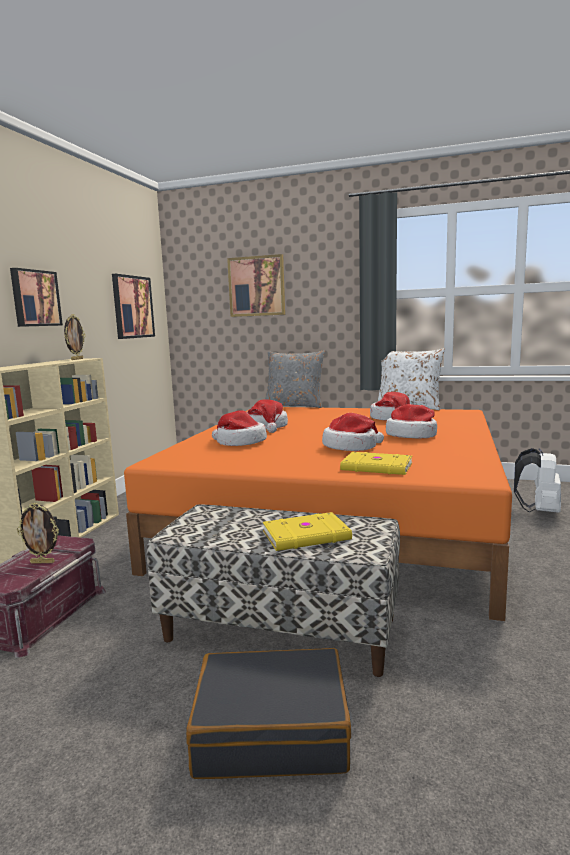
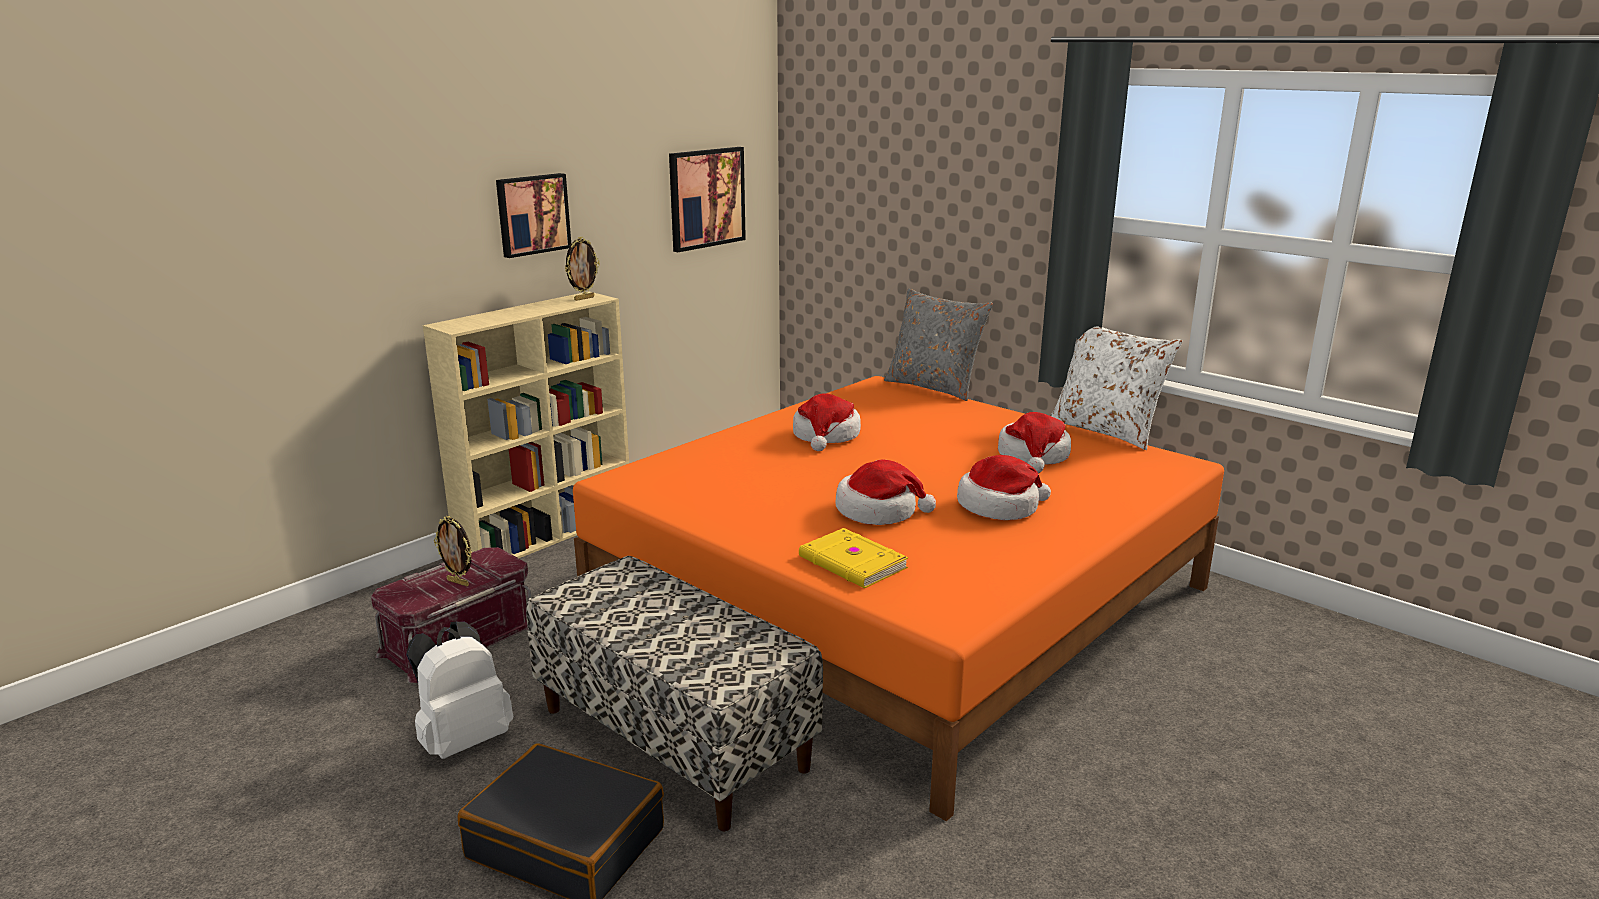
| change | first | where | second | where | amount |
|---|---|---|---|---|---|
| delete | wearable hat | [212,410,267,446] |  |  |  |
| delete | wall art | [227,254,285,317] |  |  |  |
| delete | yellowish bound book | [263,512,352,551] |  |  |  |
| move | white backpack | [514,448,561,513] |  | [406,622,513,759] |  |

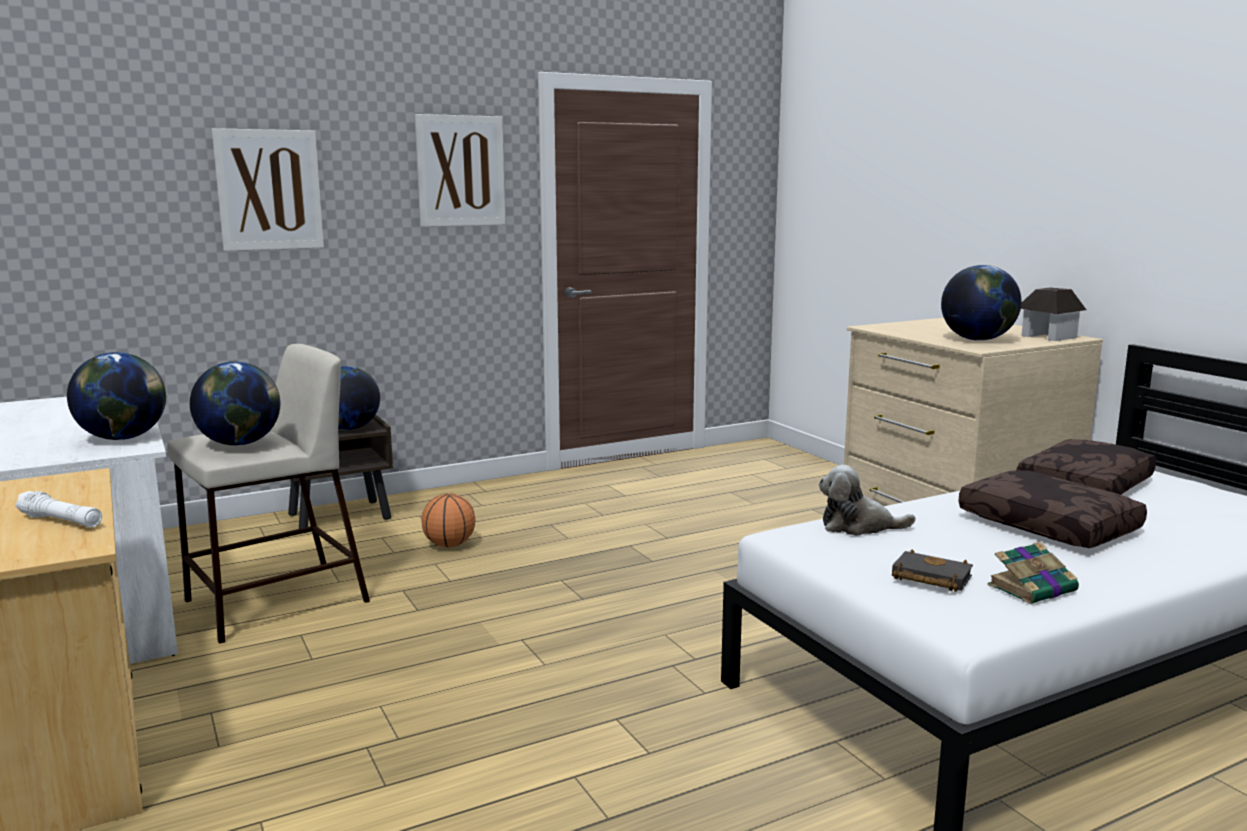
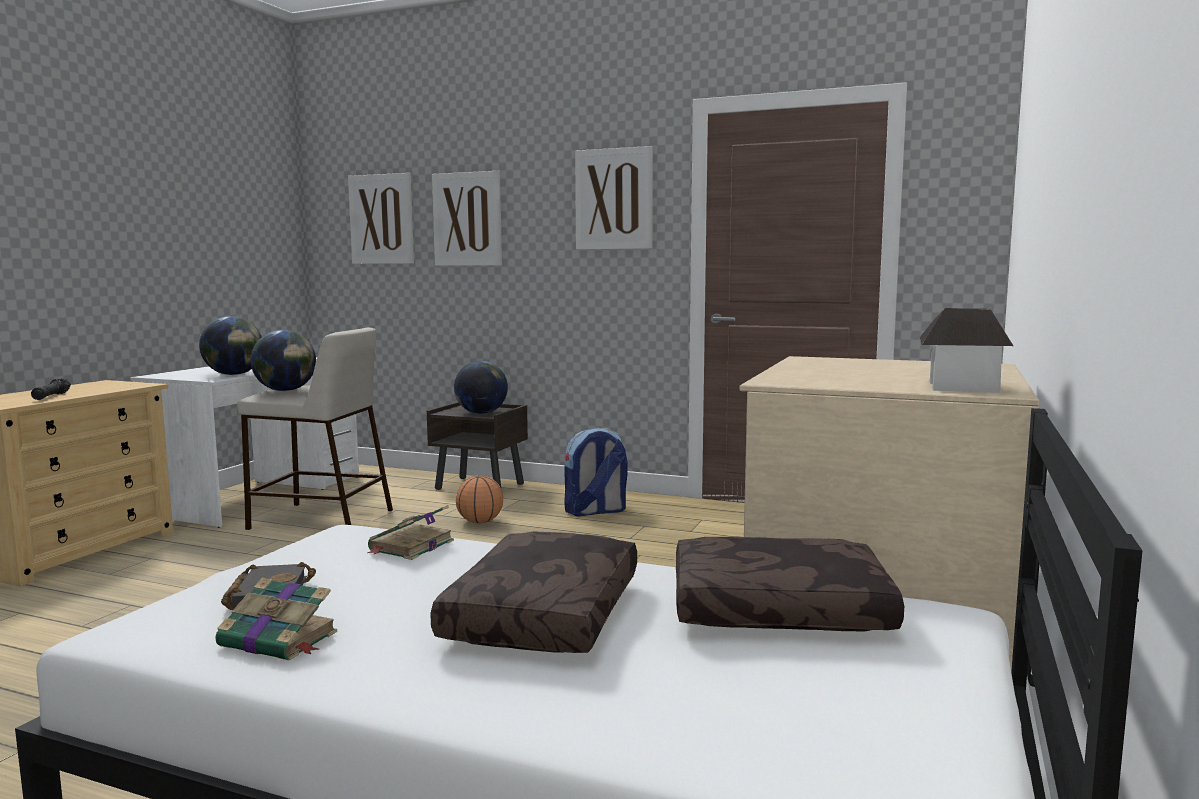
| change | first | where | second | where | amount |
|---|---|---|---|---|---|
| recolor | white hand torch | [15,491,102,528] | black-coloured hand torch | [31,379,71,400] |  |
| replace | cuddly toy | [819,465,915,536] | bound book | [367,505,454,560] |  |
| delete | globe | [941,265,1022,341] |  |  |  |
| insert |  |  | wall art | [348,173,414,264] |  |
| insert |  |  | backpack | [564,428,628,516] |  |

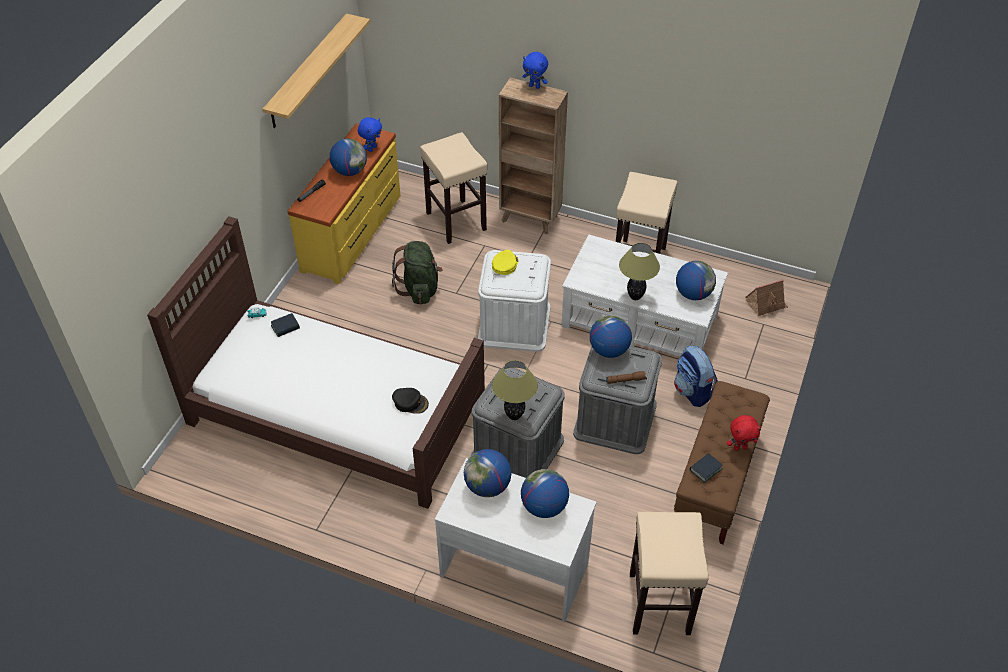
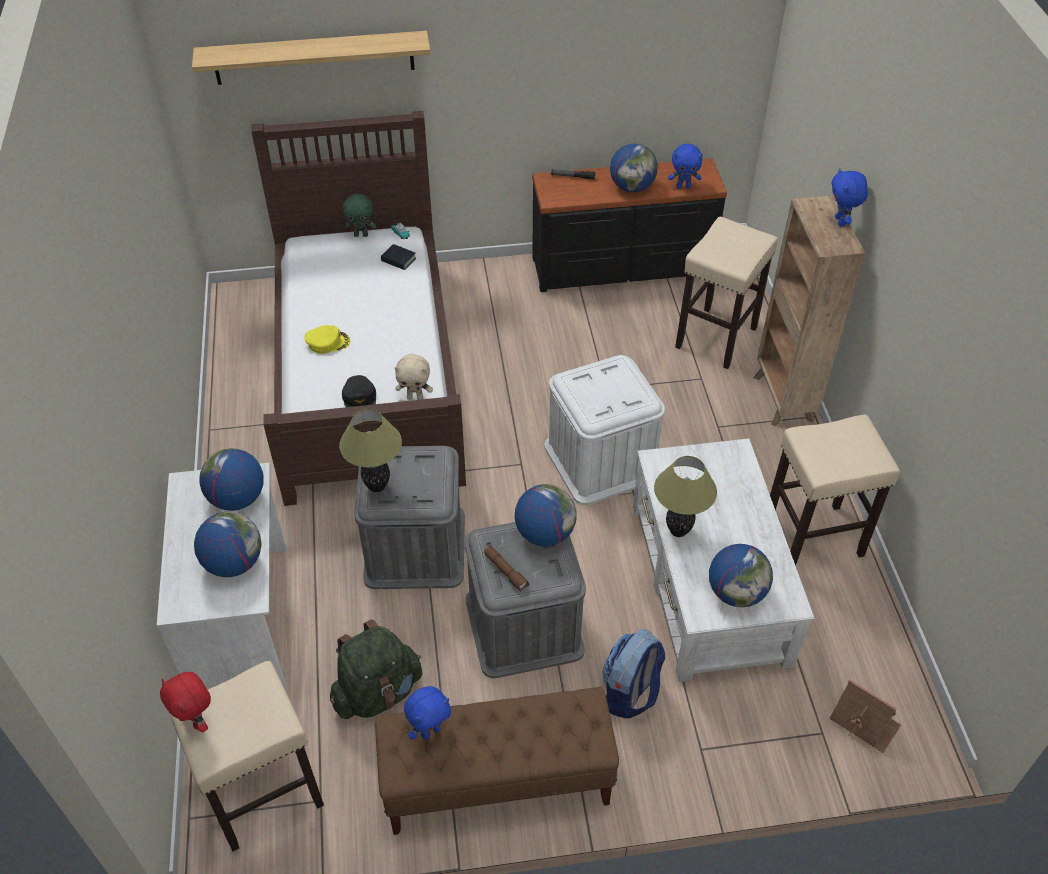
| change | first | where | second | where | amount |
|---|---|---|---|---|---|
| move | wall shelf | [263,13,370,128] |  | [192,31,430,85] |  |
| recolor | yellowish chest of drawers | [287,123,401,284] | black-coloured chest of drawers | [532,158,727,292] |  |
| move | greenish backpack | [392,241,443,304] |  | [330,619,423,719] |  |
| move | yellowish peaked cap | [492,250,519,275] |  | [304,325,350,354] |  |
| replace | bound book | [690,453,723,483] | bluish cuddly toy | [404,686,451,740] |  |
| move | red cuddly toy | [727,415,761,451] |  | [160,672,211,732] |  |
| insert |  |  | greenish cuddly toy | [342,193,376,237] |  |
| insert |  |  | beige-coloured cuddly toy | [395,354,433,400] |  |

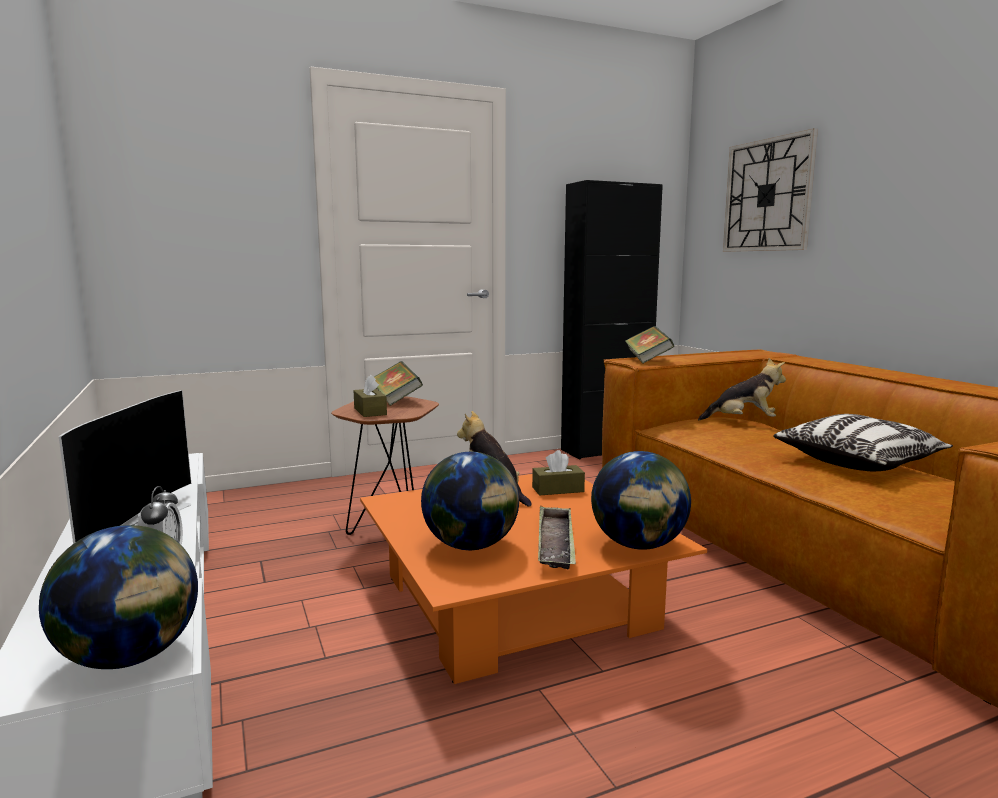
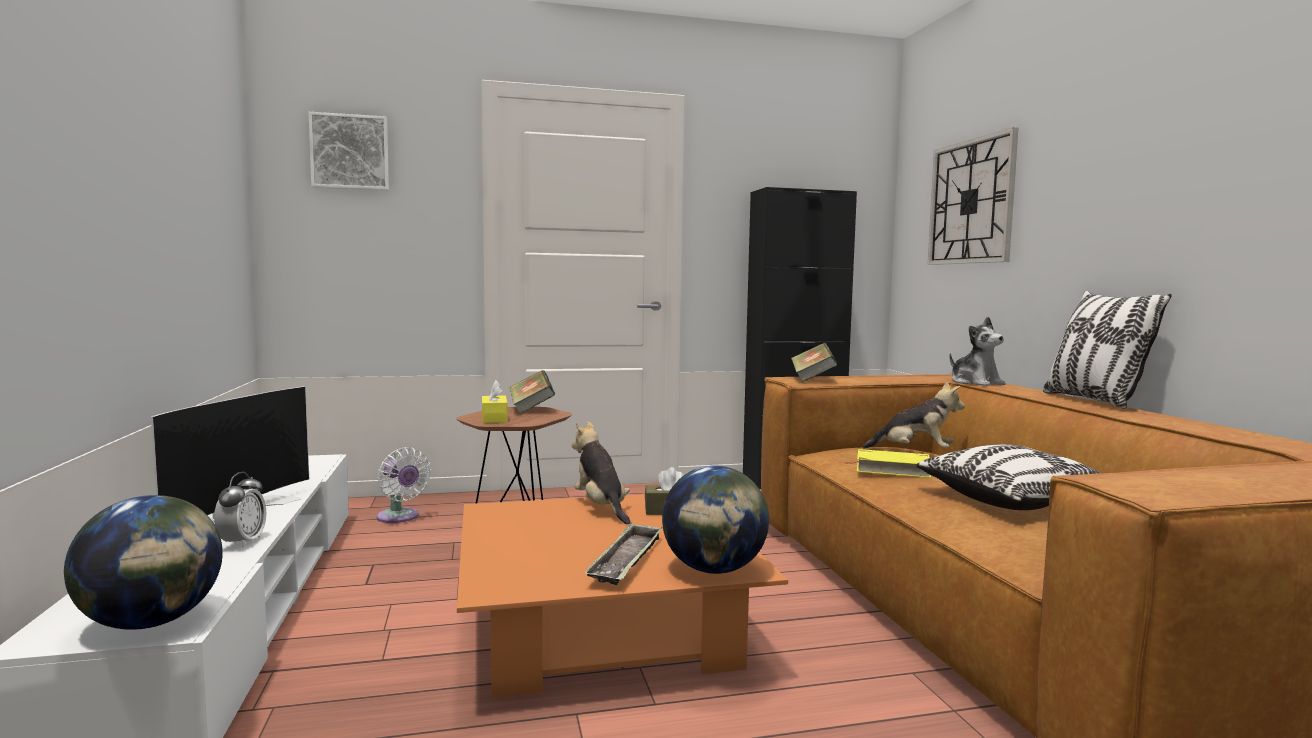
| change | first | where | second | where | amount |
|---|---|---|---|---|---|
| recolor | brownish box of tissues | [353,374,387,417] | yellowish box of tissues | [482,381,508,423] |  |
| delete | globe | [421,452,519,550] |  |  |  |
| insert |  |  | wall art | [309,112,389,191] |  |
| insert |  |  | white electric fan | [377,447,431,523] |  |
| insert |  |  | yellowish bound book | [845,449,931,478] |  |
| insert |  |  | cuddly toy | [949,317,1006,386] |  |
| insert |  |  | throw pillow | [1043,291,1172,409] |  |

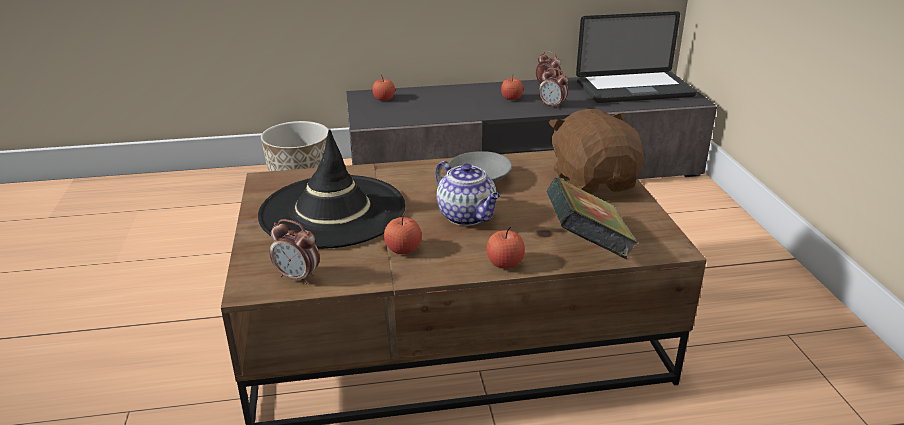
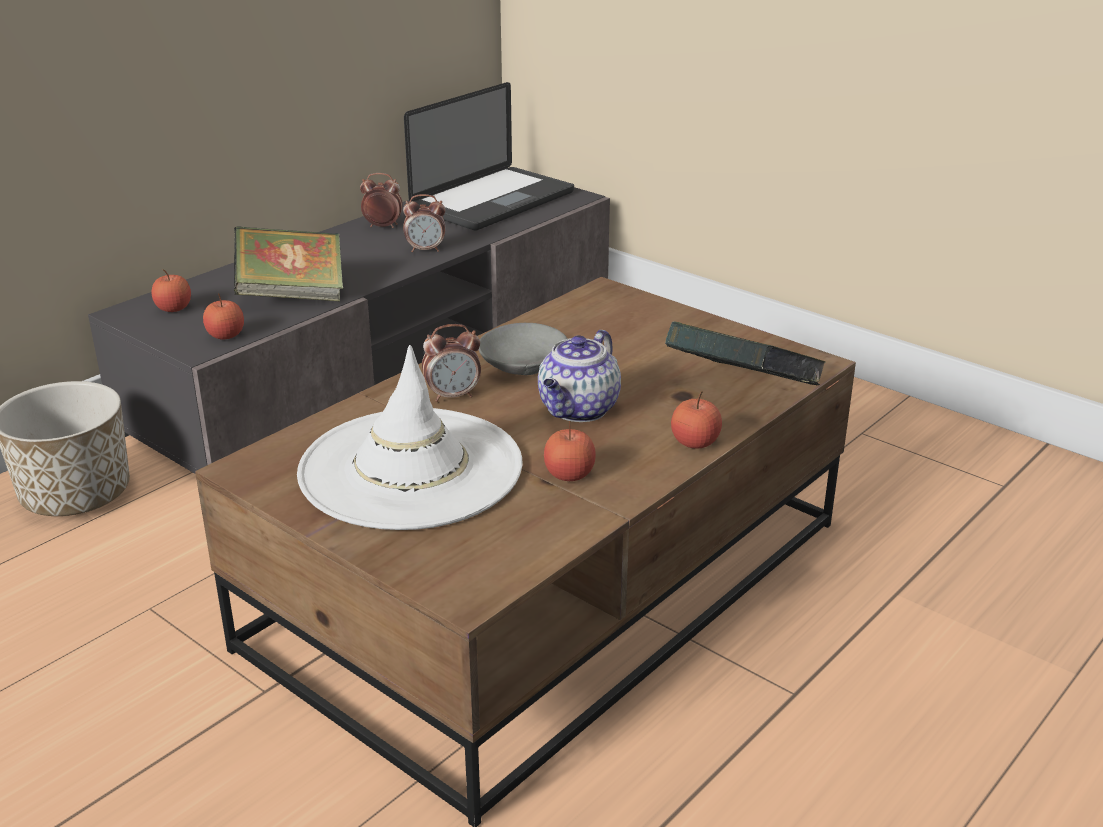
| change | first | where | second | where | amount |
|---|---|---|---|---|---|
| recolor | black-coloured wearable hat | [258,129,405,249] | white wearable hat | [297,345,523,530] |  |
| move | alarm clock | [270,219,320,284] |  | [422,324,481,402] |  |
| rotate | tea pot | [435,161,501,226] |  | [538,330,621,422] | 105 degrees clockwise |
| move | apple fruit | [501,77,523,100] |  | [203,293,244,339] |  |
| delete | brownish cuddly toy | [549,109,643,194] |  |  |  |
| insert |  |  | bound book | [234,226,343,301] |  |

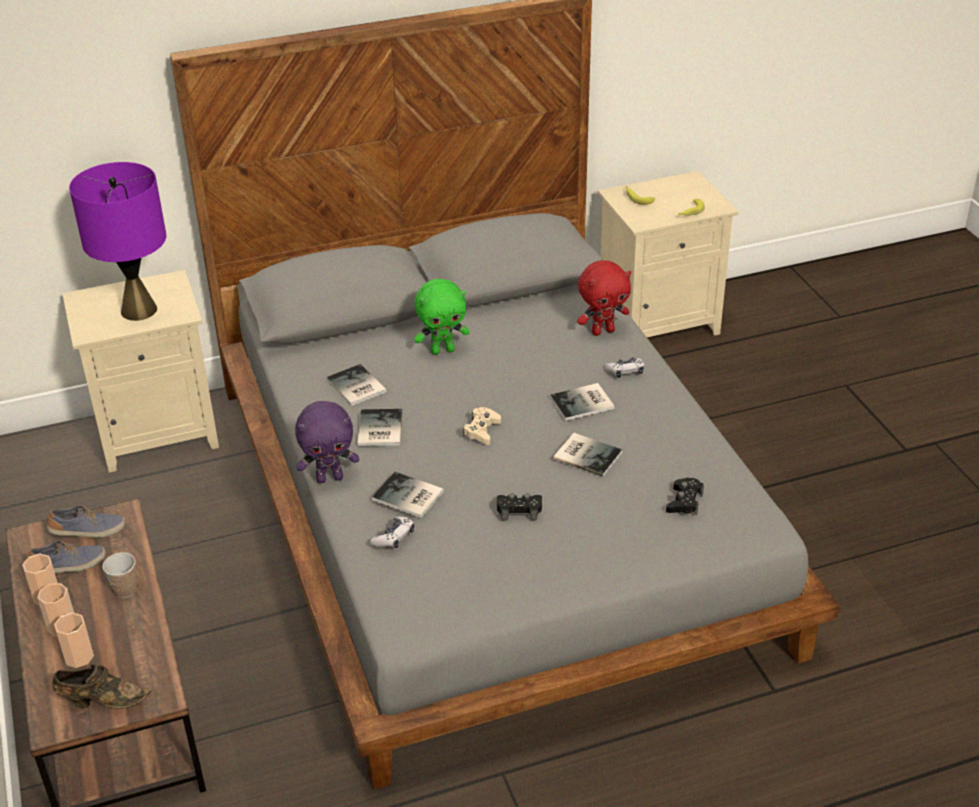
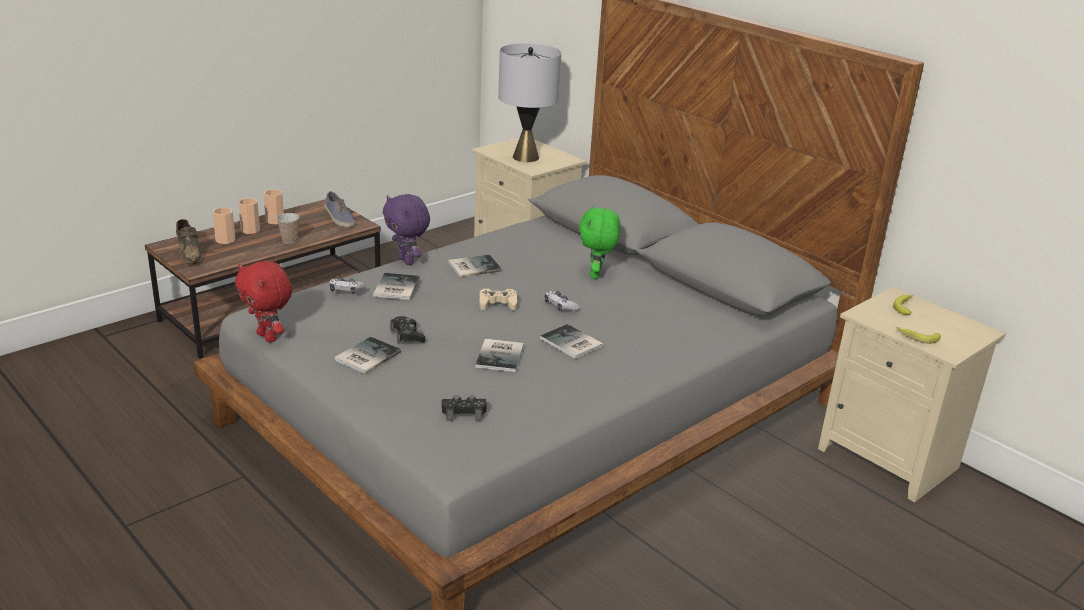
| change | first | where | second | where | amount |
|---|---|---|---|---|---|
| delete | shoe | [27,541,106,573] |  |  |  |
| recolor | purple lamp for a table | [69,162,166,321] | greyish lamp for a table | [498,43,561,162] |  |
| move | bound book | [326,364,387,406] |  | [335,337,401,374] |  |
| rotate | greenish cuddly toy | [414,279,469,355] |  | [579,205,620,279] | 45 degrees clockwise |
| move | red cuddly toy | [577,261,631,336] |  | [235,261,292,343] |  |
| move | gamepad | [605,357,644,378] |  | [545,291,580,311] |  |

